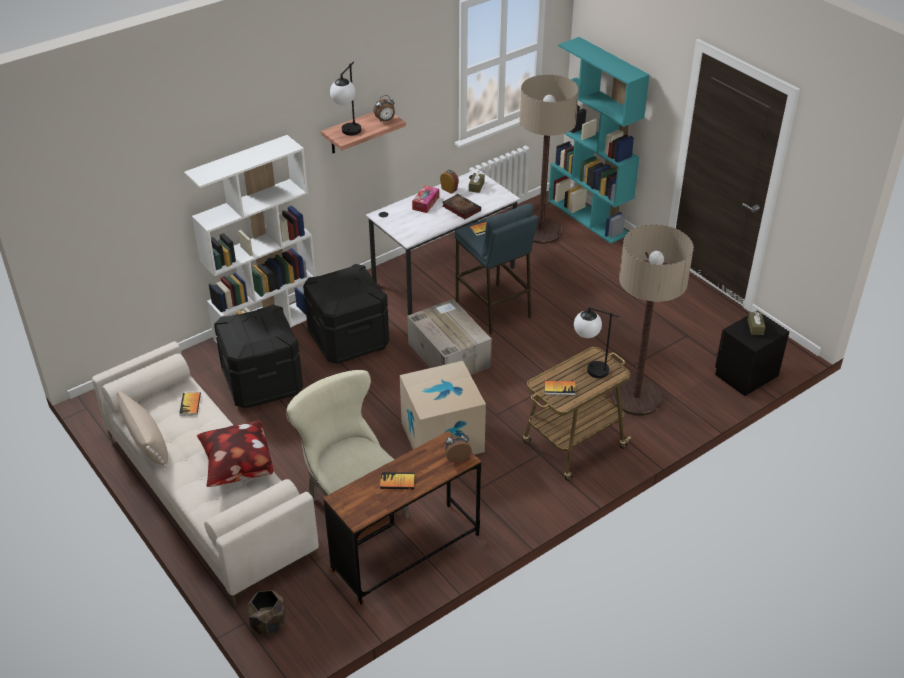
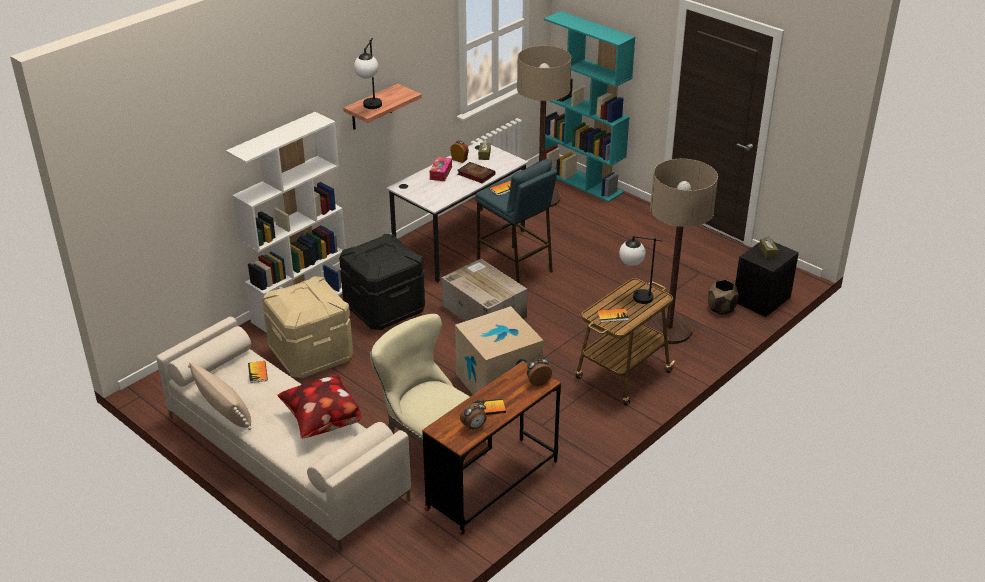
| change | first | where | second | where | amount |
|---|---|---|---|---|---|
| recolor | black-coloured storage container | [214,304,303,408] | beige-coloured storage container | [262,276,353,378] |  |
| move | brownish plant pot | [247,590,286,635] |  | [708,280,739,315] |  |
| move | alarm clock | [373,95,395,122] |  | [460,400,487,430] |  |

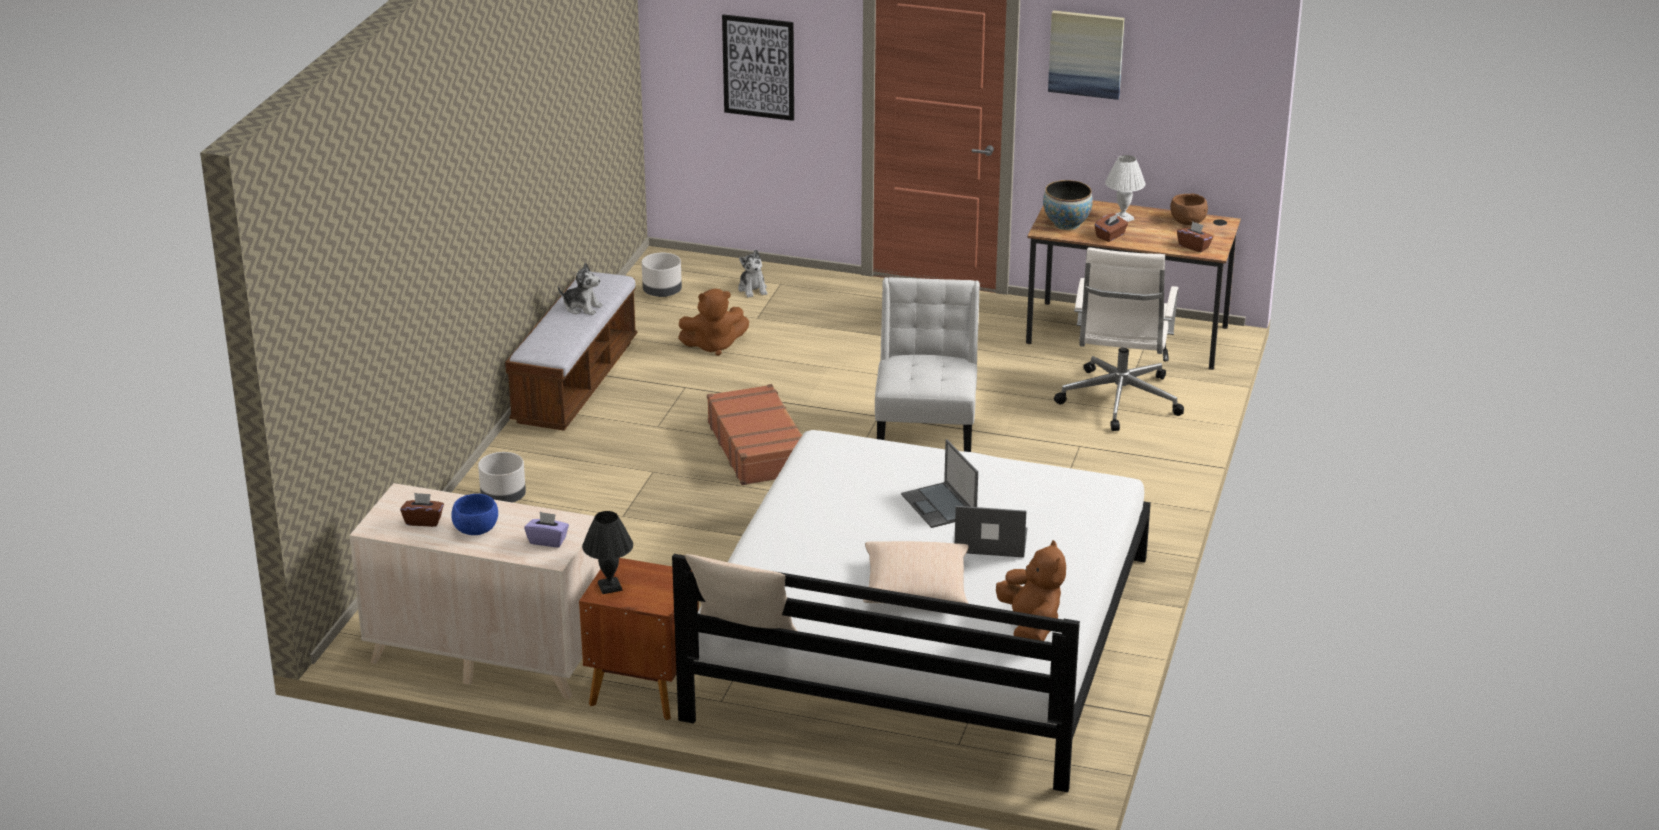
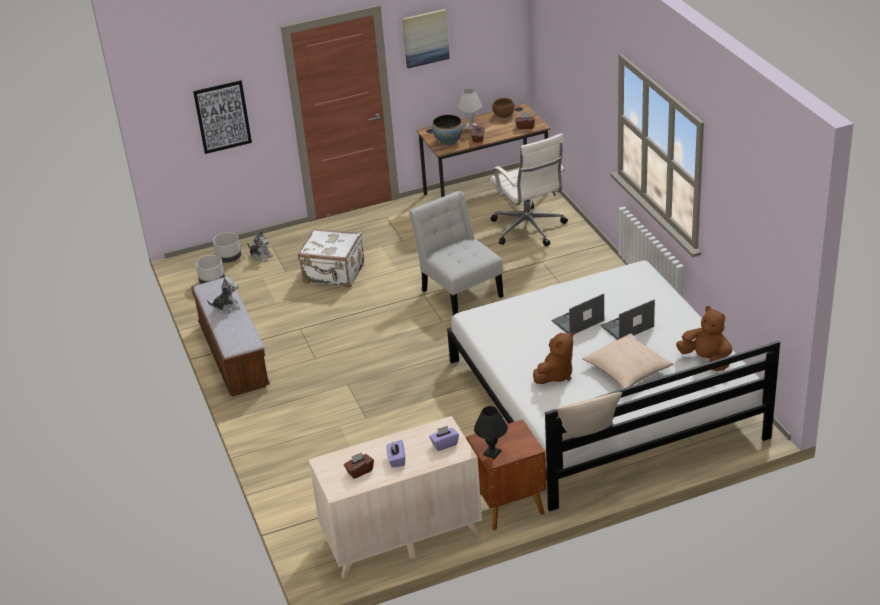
| change | first | where | second | where | amount |
|---|---|---|---|---|---|
| replace | bluish deep dish | [451,494,498,535] | purple box of tissues | [386,440,405,467] |  |
| move | greyish plant pot | [478,452,526,503] |  | [213,232,241,263] |  |
| move | brownish cuddly toy | [678,288,749,356] |  | [533,332,574,384] |  |
| delete | brownish travel case | [707,384,802,485] |  |  |  |
| rotate | laptop | [901,439,978,528] |  | [552,294,604,334] | 120 degrees clockwise |
| insert |  |  | white travel case | [298,228,364,287] |  |

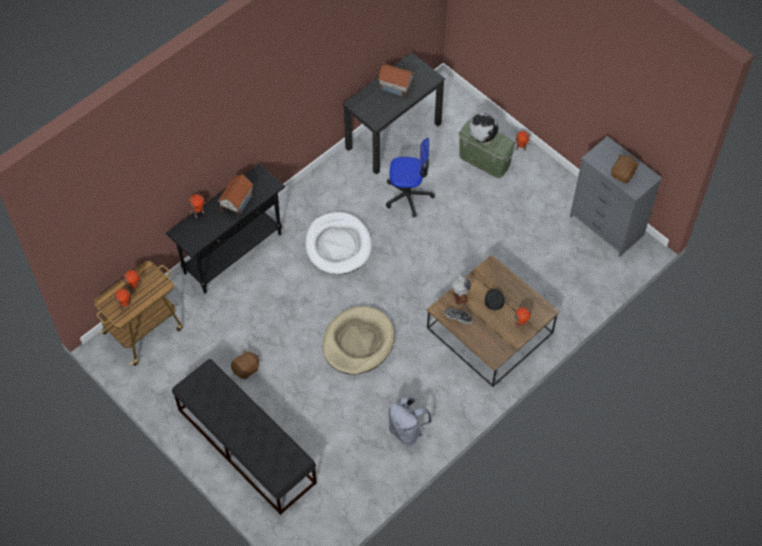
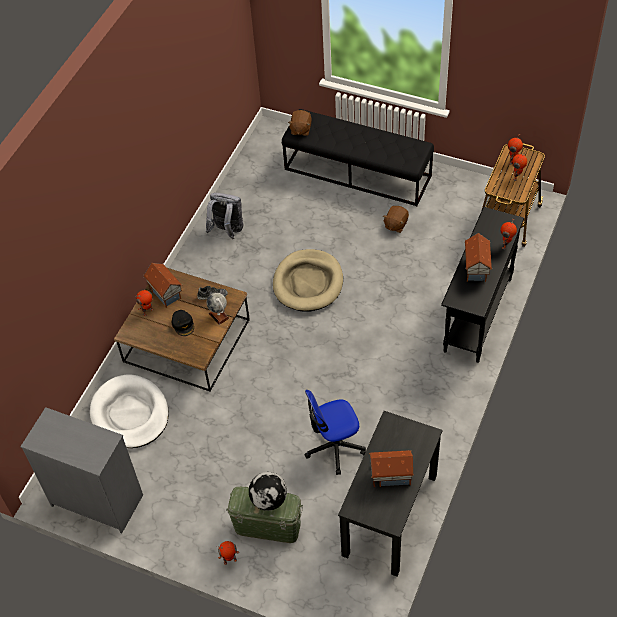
| change | first | where | second | where | amount |
|---|---|---|---|---|---|
| move | white dog bed | [305,212,372,274] |  | [90,374,169,448] |  |
| move | brownish cuddly toy | [611,154,640,183] |  | [288,110,312,136] |  |
| insert |  |  | model house | [143,263,182,308] |  |

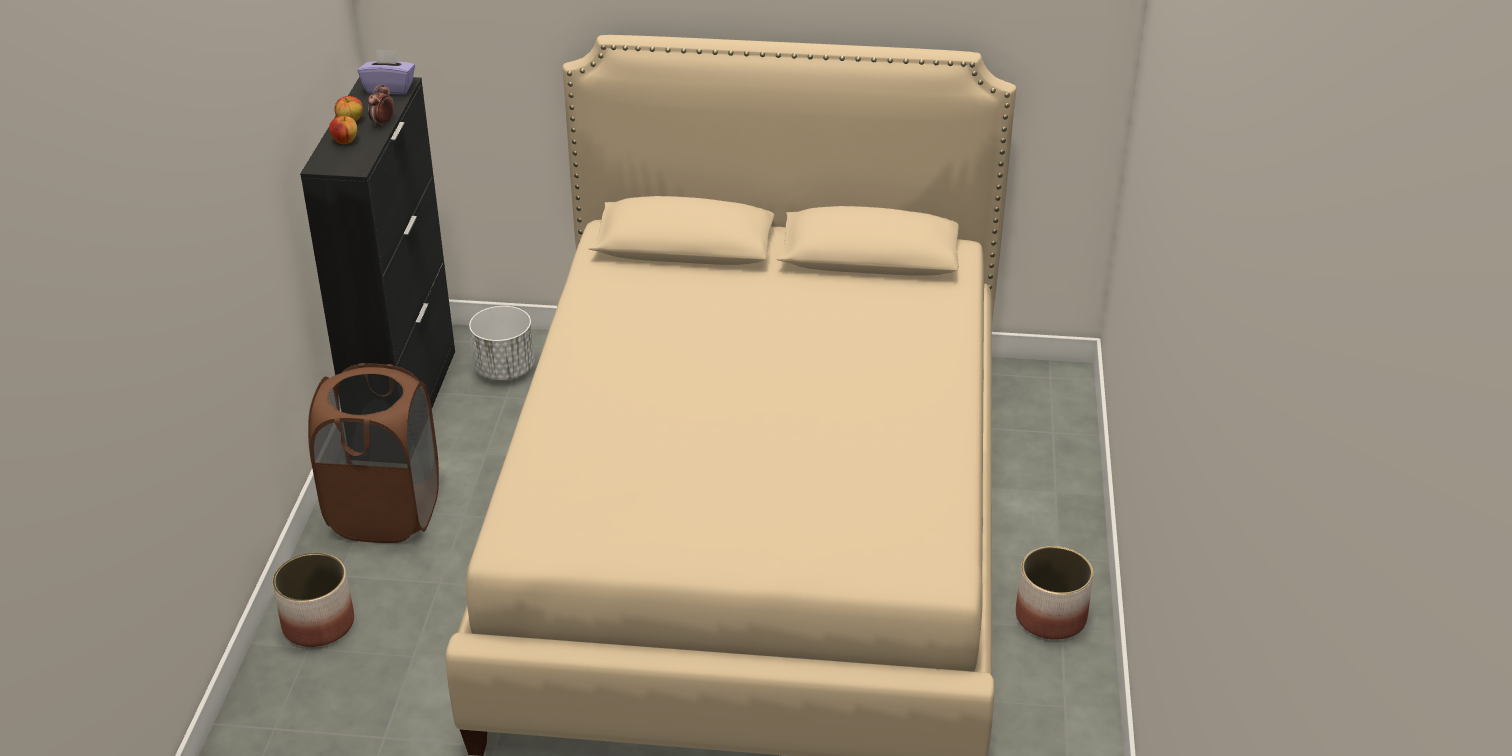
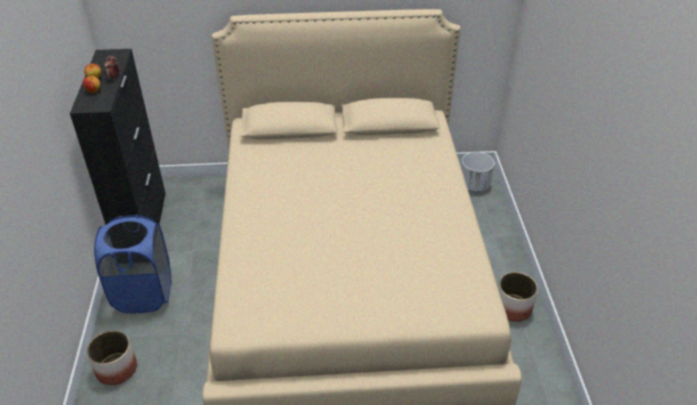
| change | first | where | second | where | amount |
|---|---|---|---|---|---|
| recolor | brownish hamper | [308,363,439,543] | bluish hamper | [94,215,171,313] |  |
| delete | purple box of tissues | [358,49,415,94] |  |  |  |
| move | white plant pot | [469,306,534,380] |  | [461,152,494,191] |  |

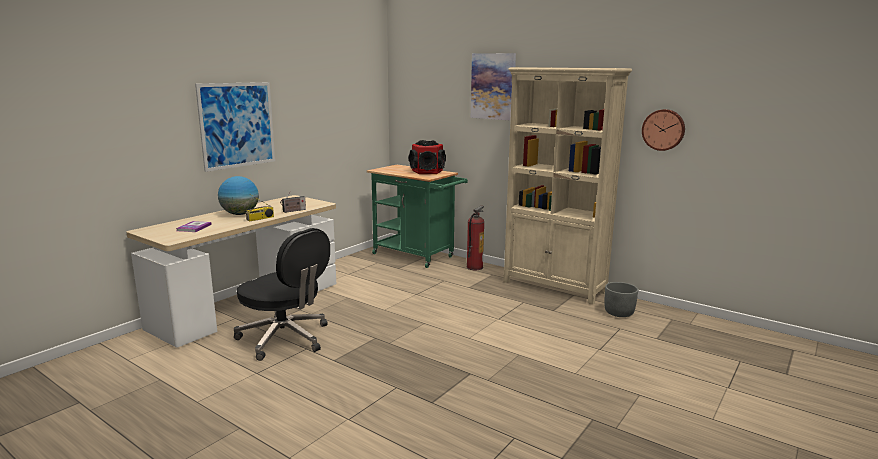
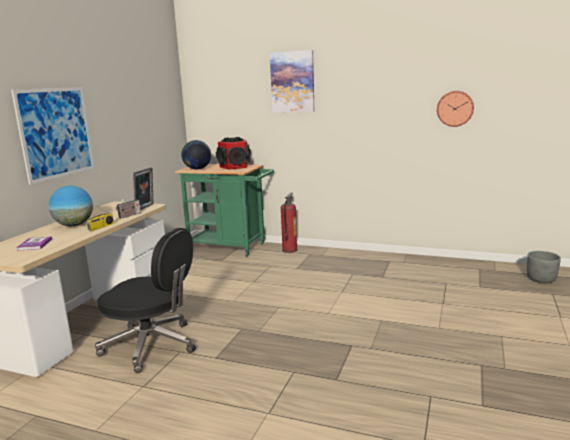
| change | first | where | second | where | amount |
|---|---|---|---|---|---|
| delete | beige-coloured bookshelf | [503,67,632,305] |  |  |  |
| move | greyish plant pot | [604,282,638,317] |  | [527,251,561,283] |  |
| insert |  |  | photo frame | [133,167,154,210] |  |
| insert |  |  | globe | [182,140,211,169] |  |

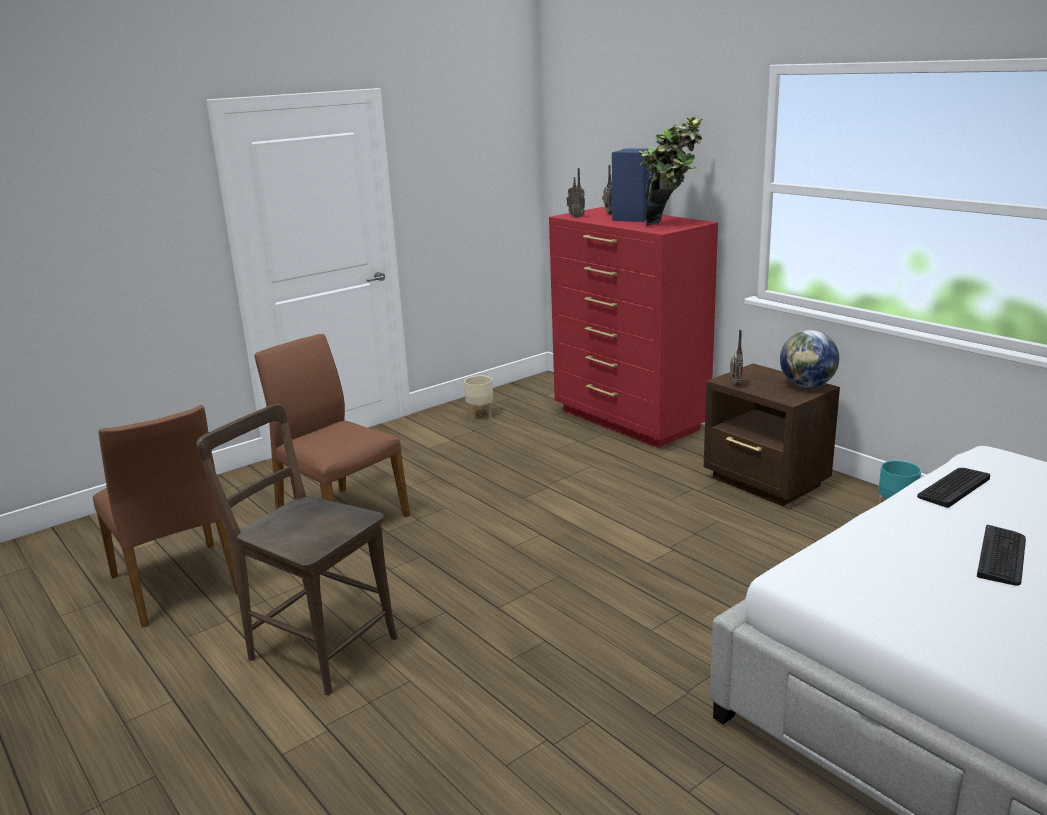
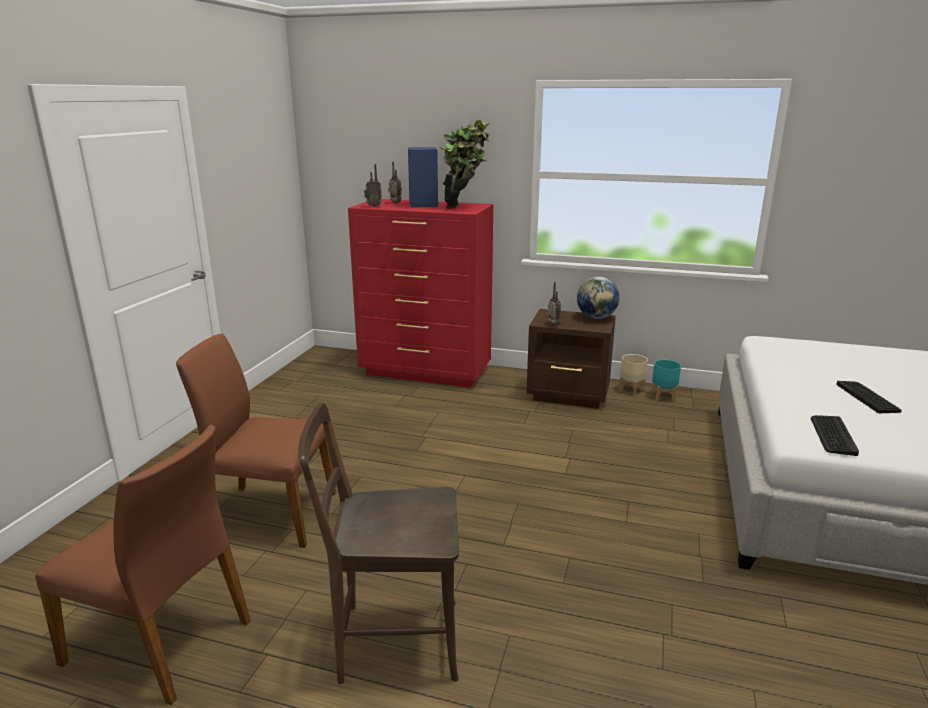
| change | first | where | second | where | amount |
|---|---|---|---|---|---|
| move | beige-coloured plant pot | [464,375,493,421] |  | [619,354,648,396] |  |
| move | PC keyboard | [917,468,990,508] |  | [811,415,859,456] |  |

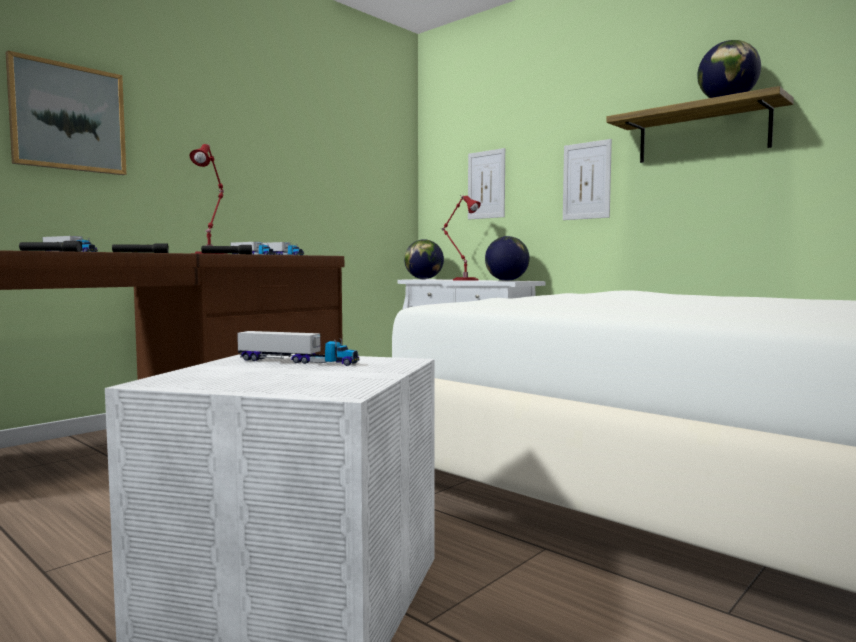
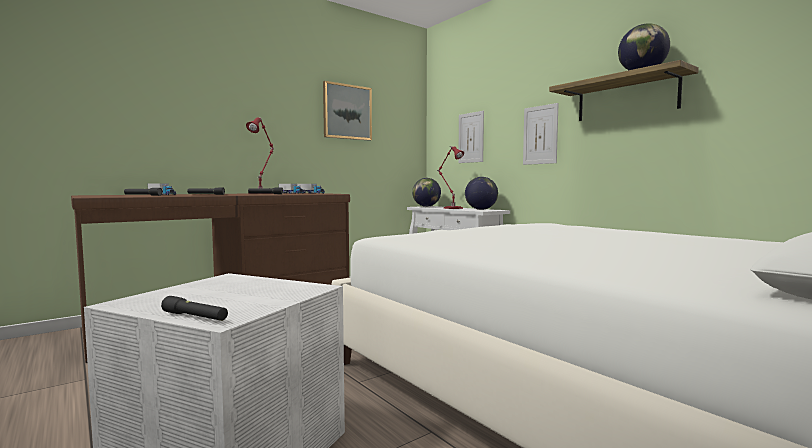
| change | first | where | second | where | amount |
|---|---|---|---|---|---|
| move | wall art | [6,50,127,175] |  | [323,81,372,141] |  |
| delete | model truck | [237,331,359,366] |  |  |  |
| insert |  |  | black-coloured hand torch | [161,296,228,321] |  |

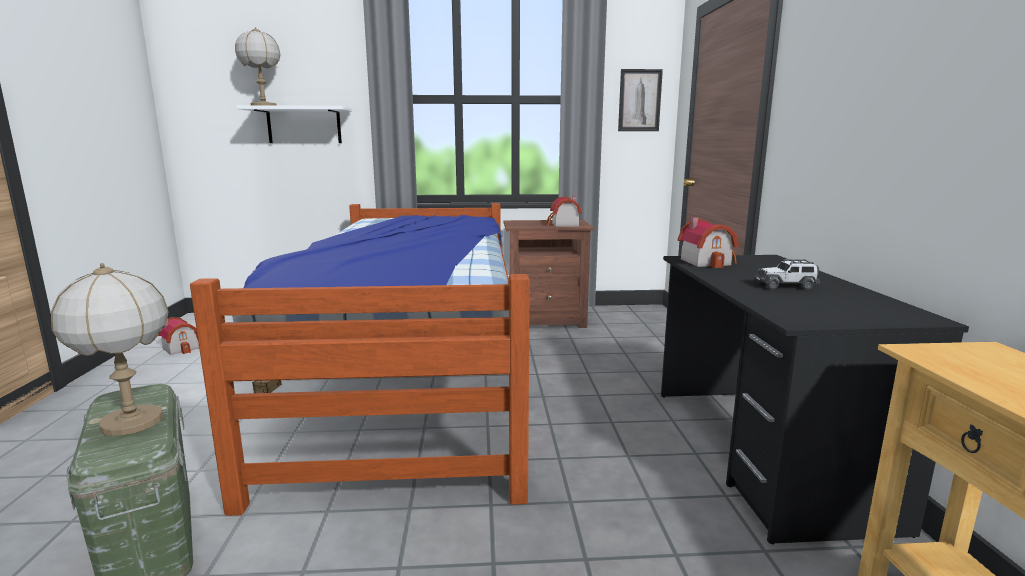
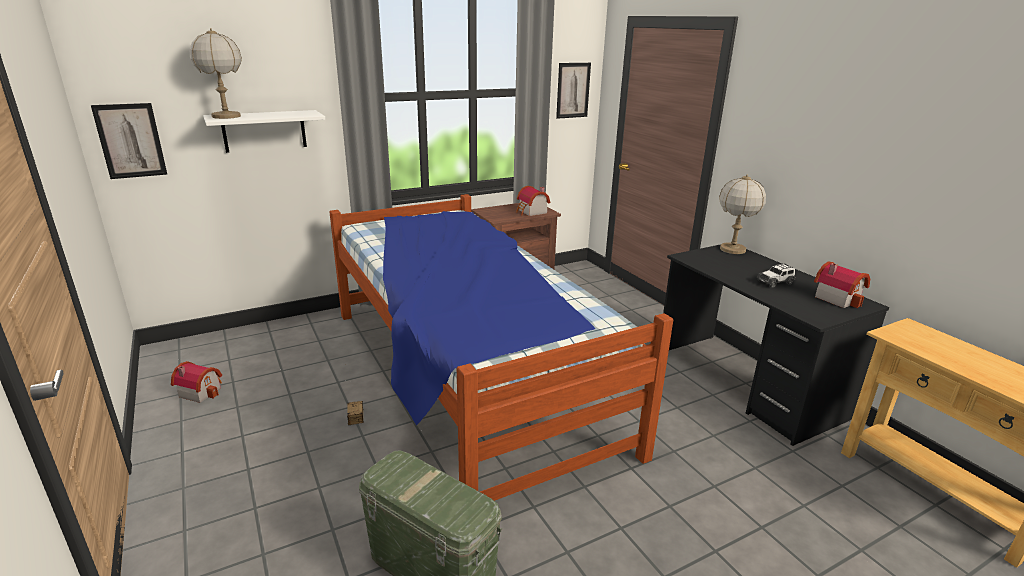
| change | first | where | second | where | amount |
|---|---|---|---|---|---|
| move | lamp for a table | [51,263,169,436] |  | [719,175,766,254] |  |
| move | model house | [678,217,739,268] |  | [814,262,870,308] |  |
| insert |  |  | wall art | [91,103,167,179] |  |

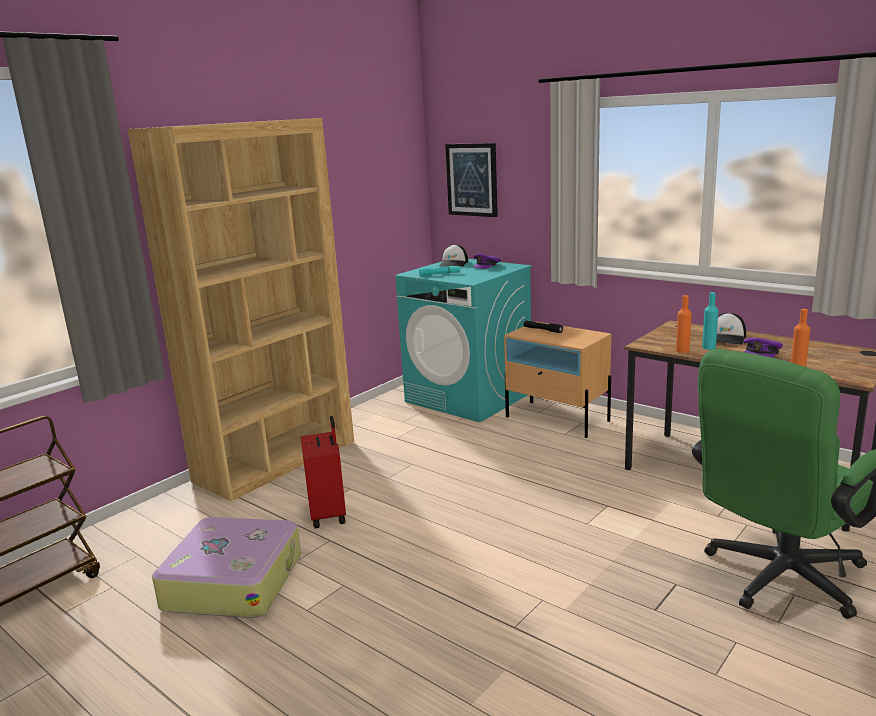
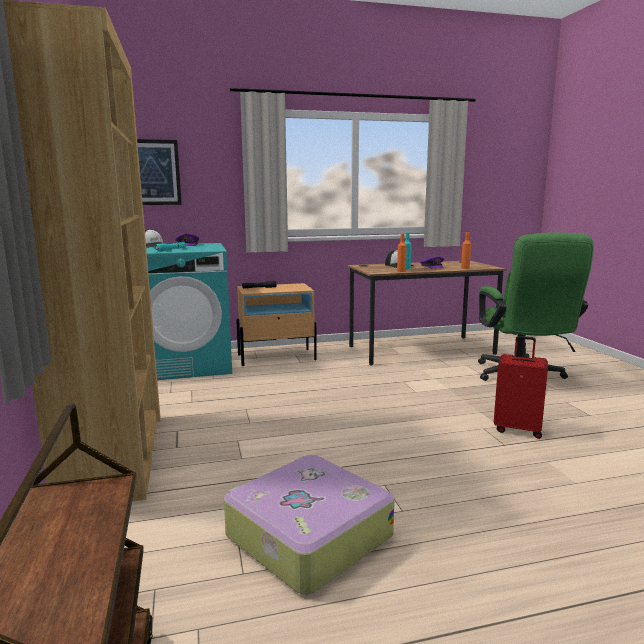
| change | first | where | second | where | amount |
|---|---|---|---|---|---|
| move | red travel case | [301,416,346,529] |  | [494,336,548,439] |  |

